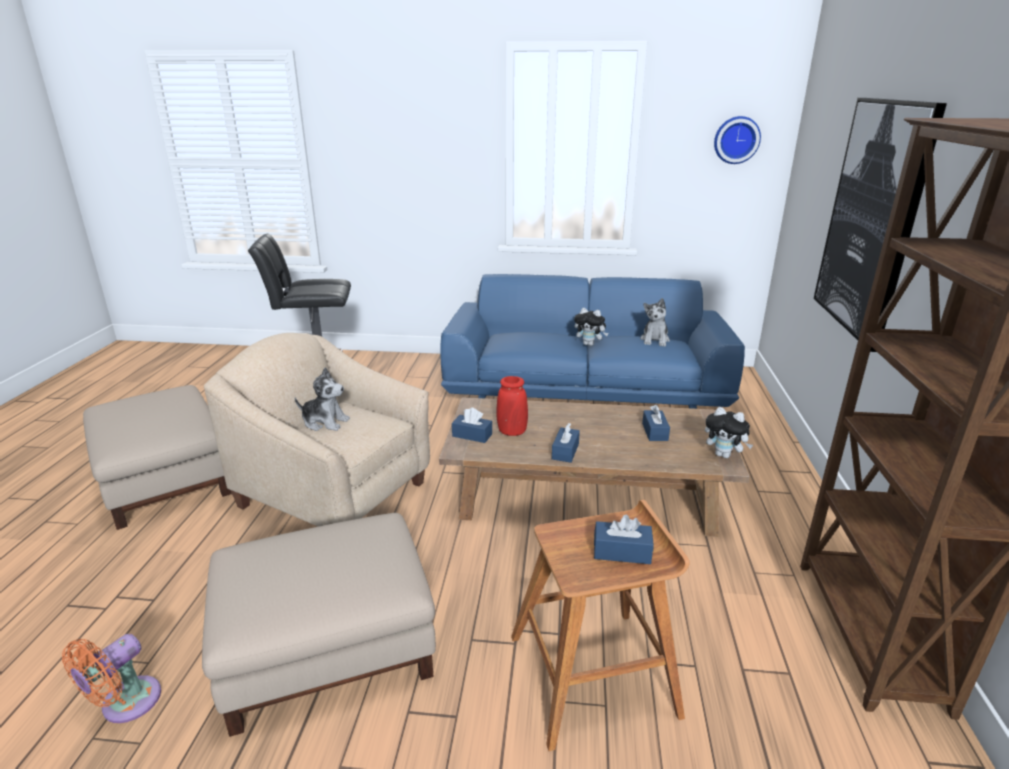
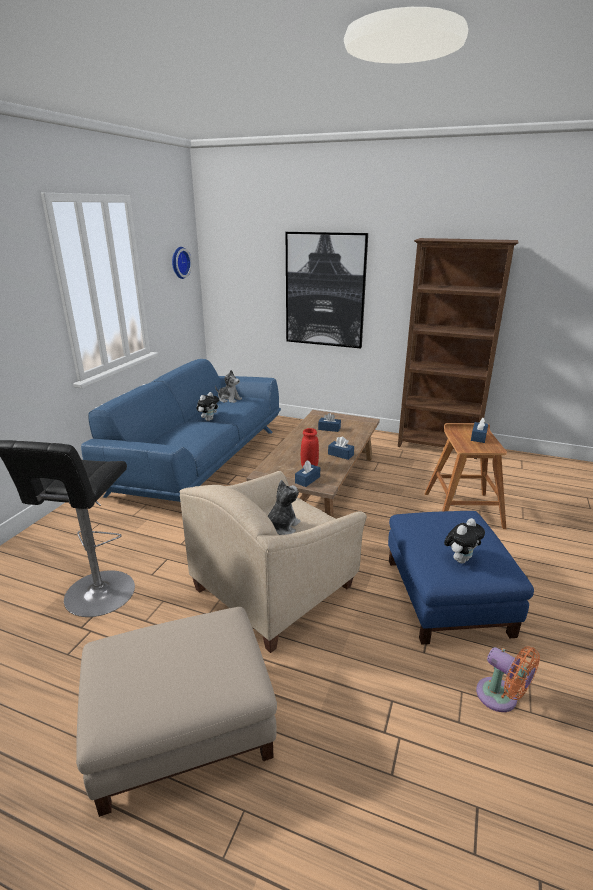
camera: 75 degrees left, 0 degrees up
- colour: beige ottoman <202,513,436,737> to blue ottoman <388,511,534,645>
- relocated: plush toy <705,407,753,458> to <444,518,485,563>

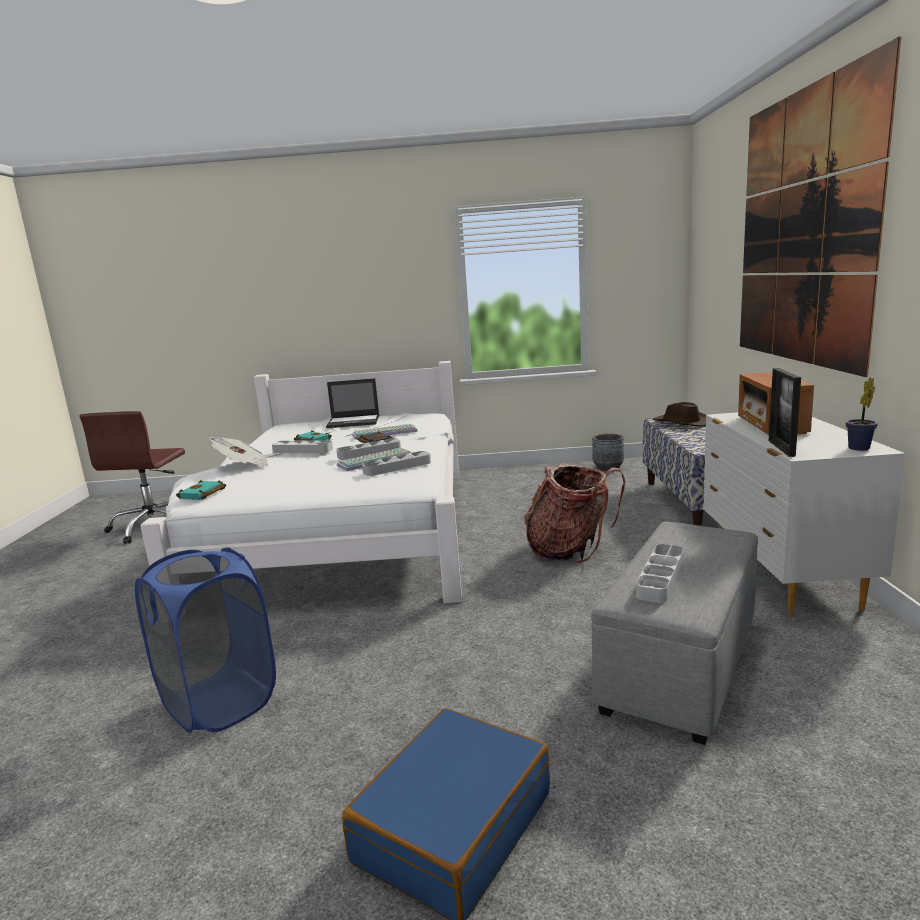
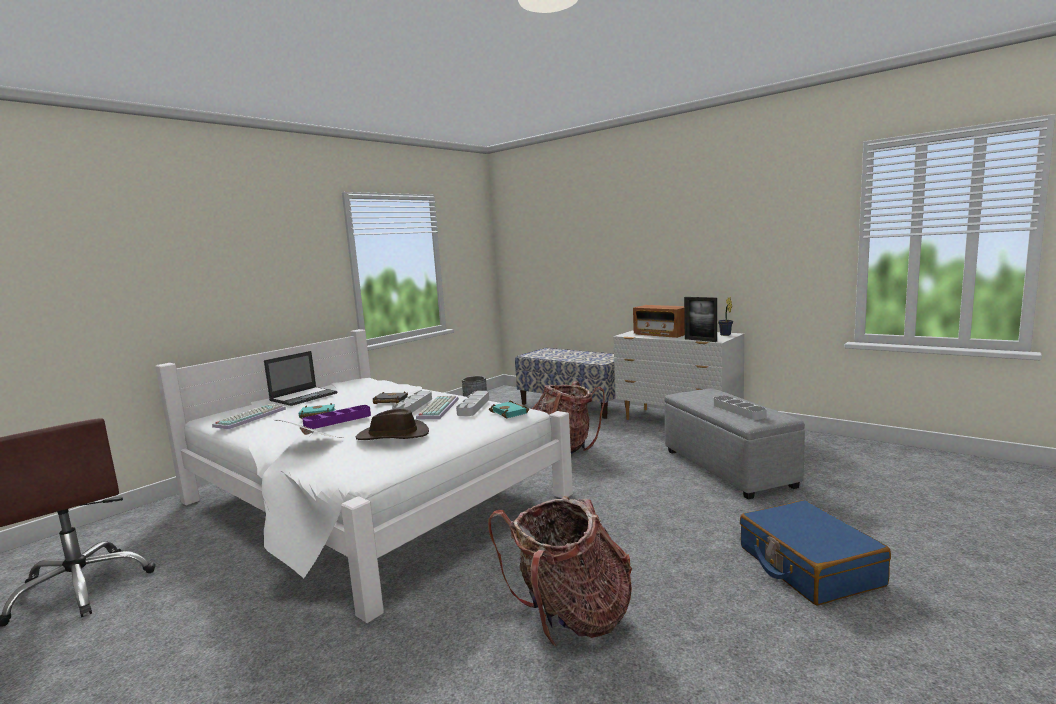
camera: 50 degrees left, 5 degrees down
- exchanged: blue laundry basket <135,547,276,733> to backpack <488,496,632,646>
- relocated: turquoise book <176,480,226,500> to <489,400,529,418>
- colour: grey tray <272,440,333,453> to purple tray <302,405,371,429>
- relocated: keyboard <353,424,418,440> to <212,404,286,429>
- relocated: brown hat <653,402,706,426> to <355,409,429,440>
- missing: picture <740,37,901,377>

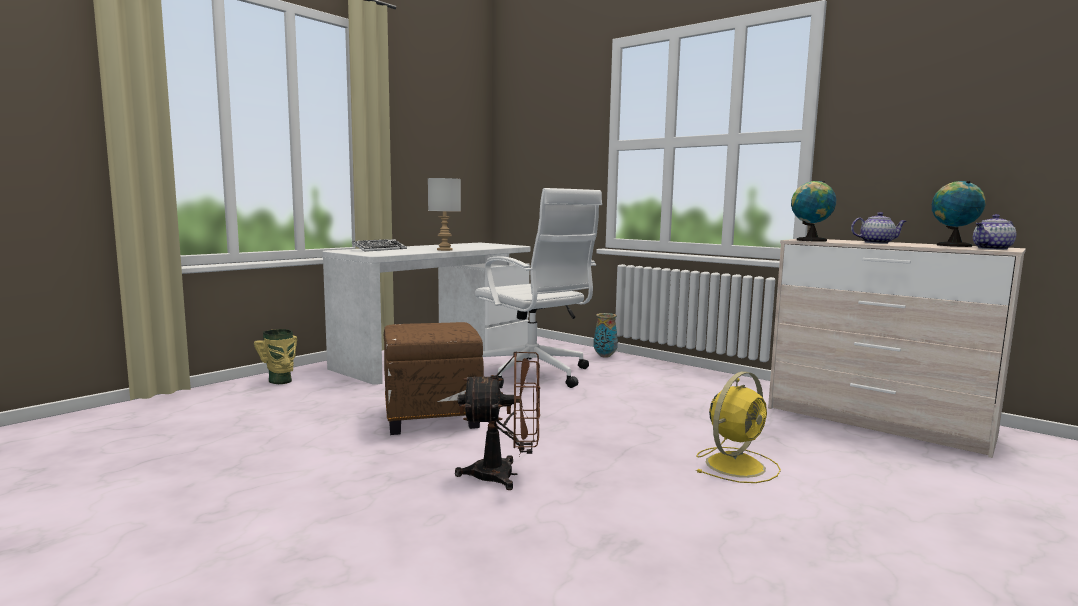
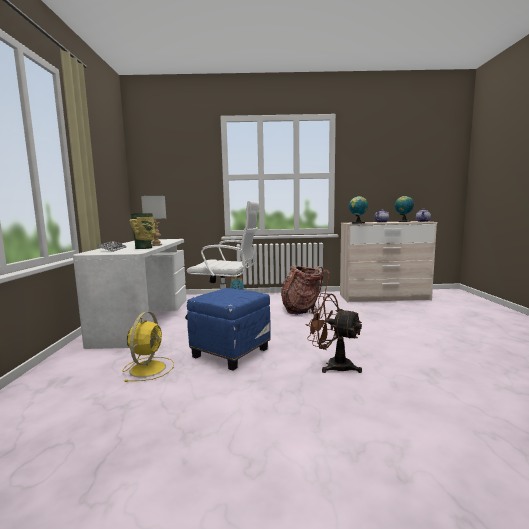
camera: 40 degrees left, 0 degrees up
- relocated: vase <254,329,297,384> to <130,213,156,249>
- colour: brown ottoman <384,322,484,435> to blue ottoman <187,288,271,370>
- spun: brown fan <455,352,540,490> = <306,293,362,373> 105 degrees counterclockwise
- relocated: yellow fan <696,371,781,483> to <123,312,174,382>
- appeared: backpack <281,265,330,315>

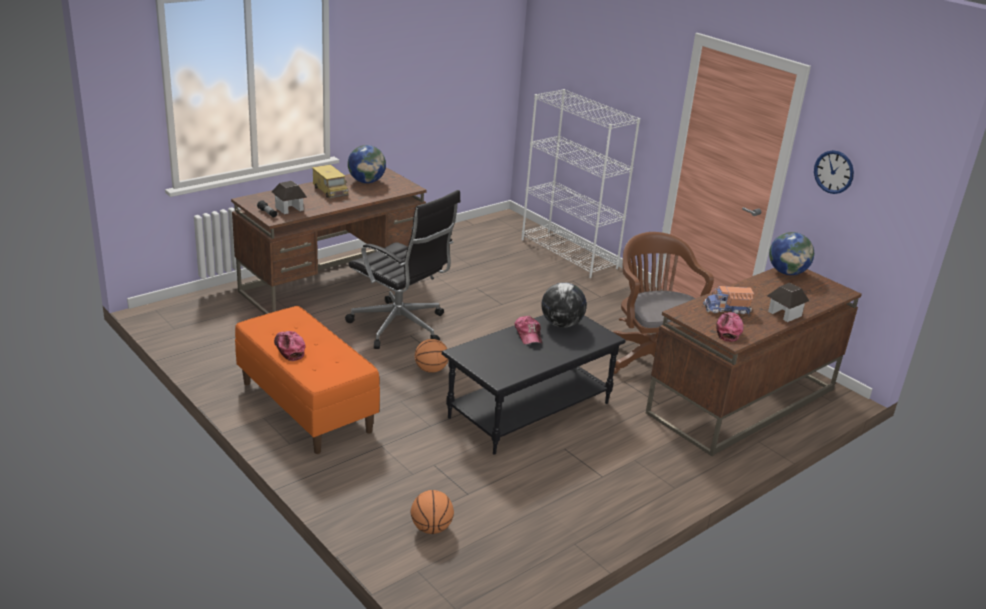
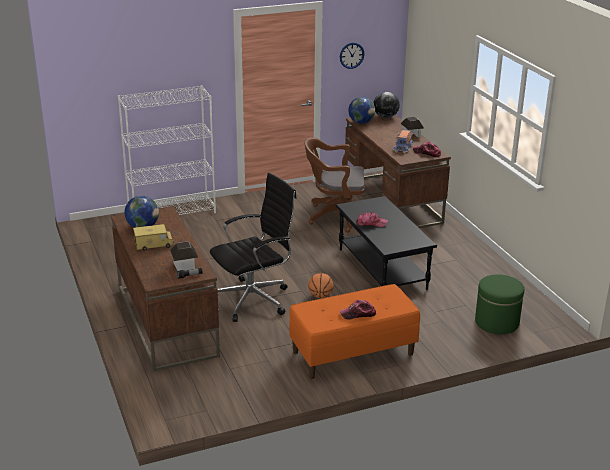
camera: 70 degrees left, 0 degrees up
- exchanged: basketball <411,490,454,534> to green ottoman <475,274,524,334>
- relocated: globe <542,282,587,327> to <373,92,400,118>

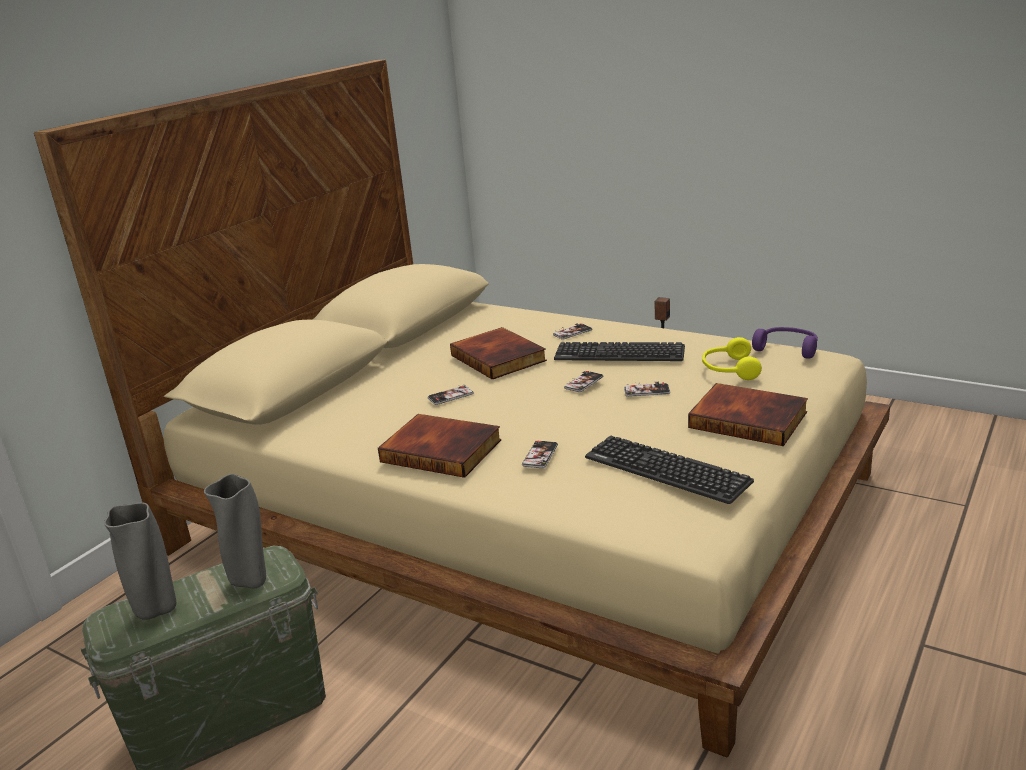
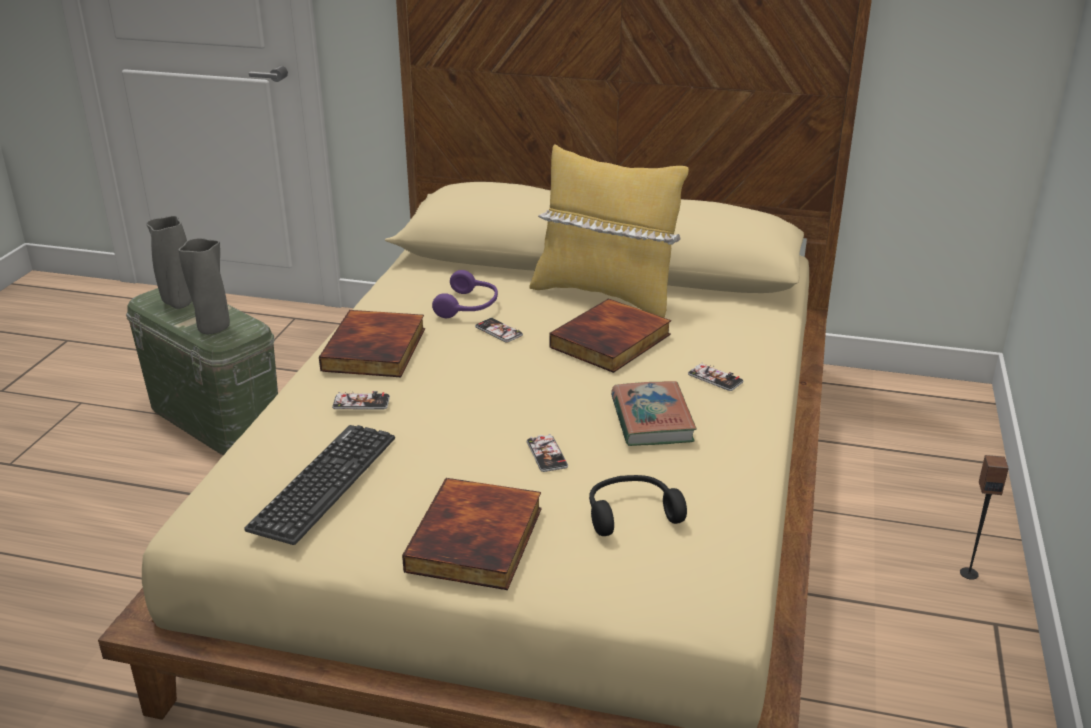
camera: 70 degrees right, 5 degrees up
- exchanged: keyboard <554,342,685,361> to book <611,381,697,446>
- missing: phone <564,371,603,392>
- colour: yellow headphones <702,337,762,380> to black headphones <589,475,687,536>
- relocated: purple headphones <752,327,818,359> to <432,270,498,318>
- appeared: yellow pillow <530,144,689,318>

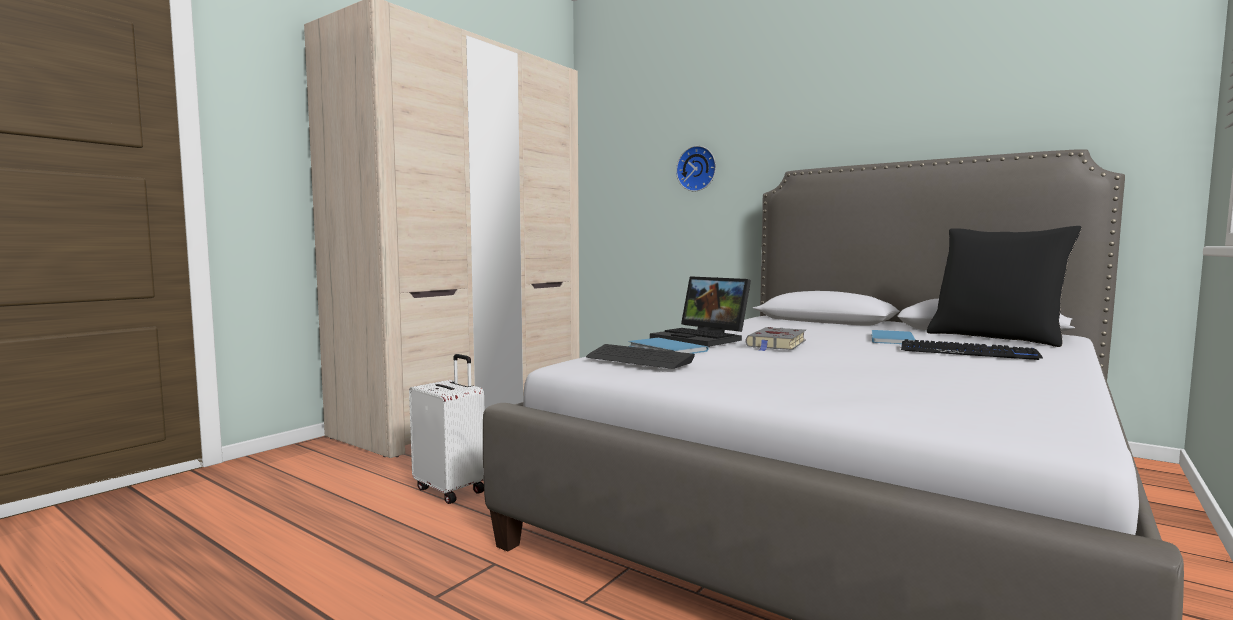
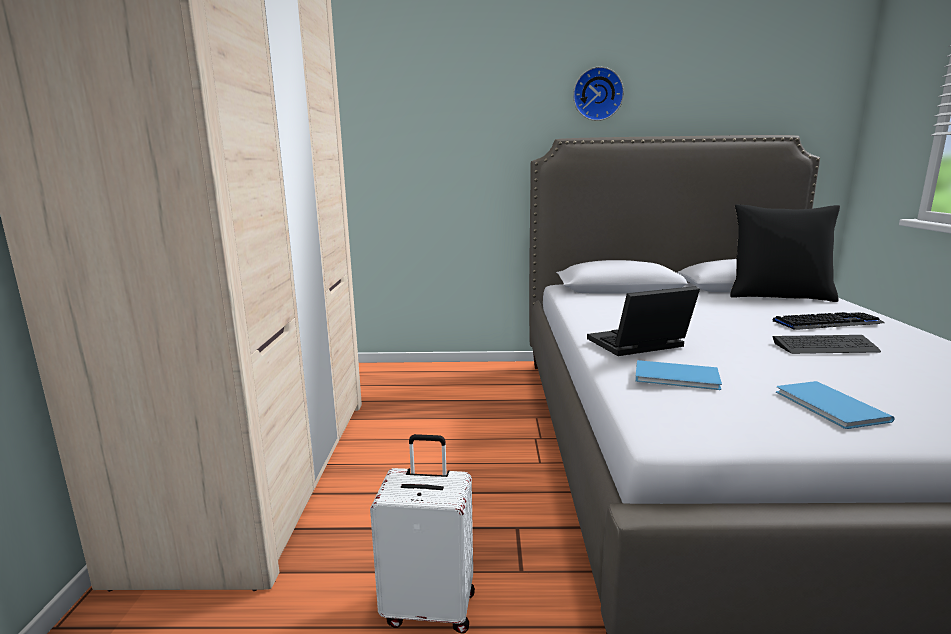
camera: 35 degrees left, 10 degrees up
- relocated: keyboard <586,344,695,369> to <772,335,881,354>
- spun: laptop <650,276,751,347> = <587,286,700,356> 150 degrees clockwise
- relocated: wall clock <676,146,716,192> to <573,67,624,121>
- missing: grey book <746,327,806,351>
- relocated: blue book <871,330,915,344> to <776,381,895,429>

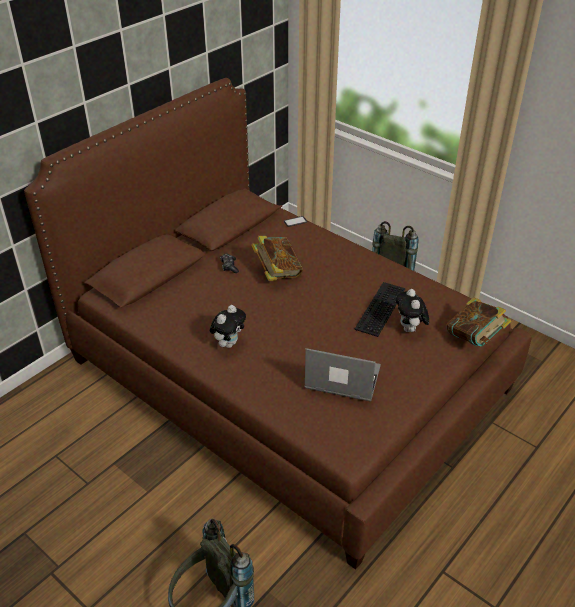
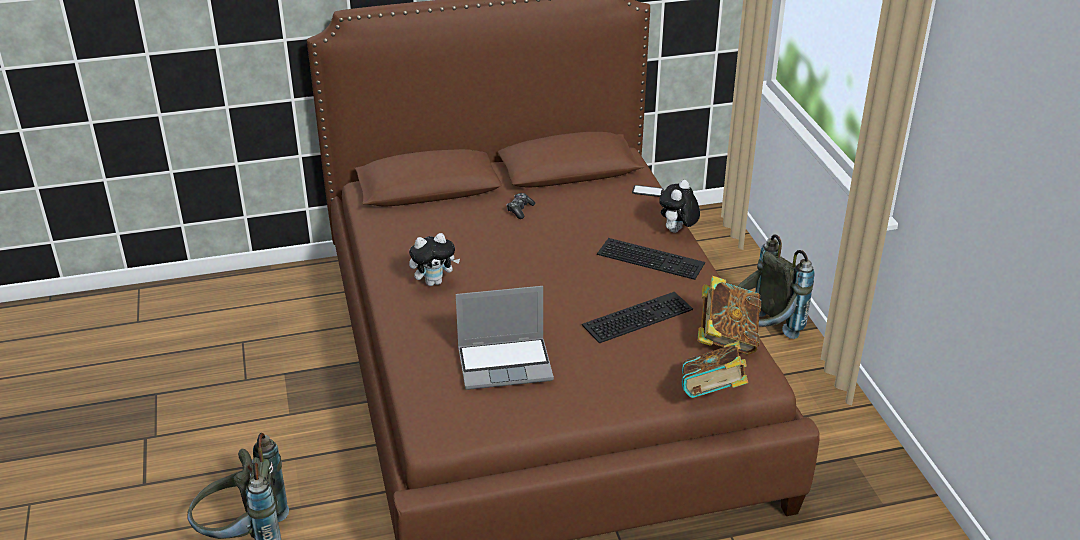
camera: 35 degrees right, 5 degrees down
- relocated: book <251,236,303,281> to <698,276,761,355>
- spun: laptop <304,348,381,401> = <456,286,554,390> 120 degrees clockwise
- relocated: plush toy <396,289,429,332> to <659,180,700,233>
- appeared: keyboard <597,238,705,280>

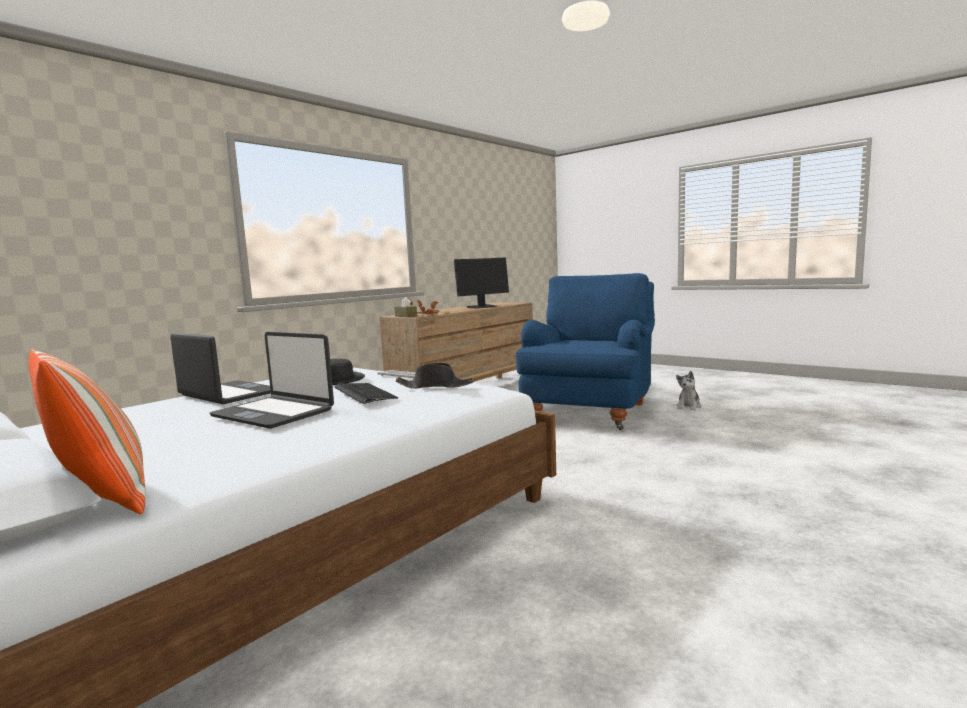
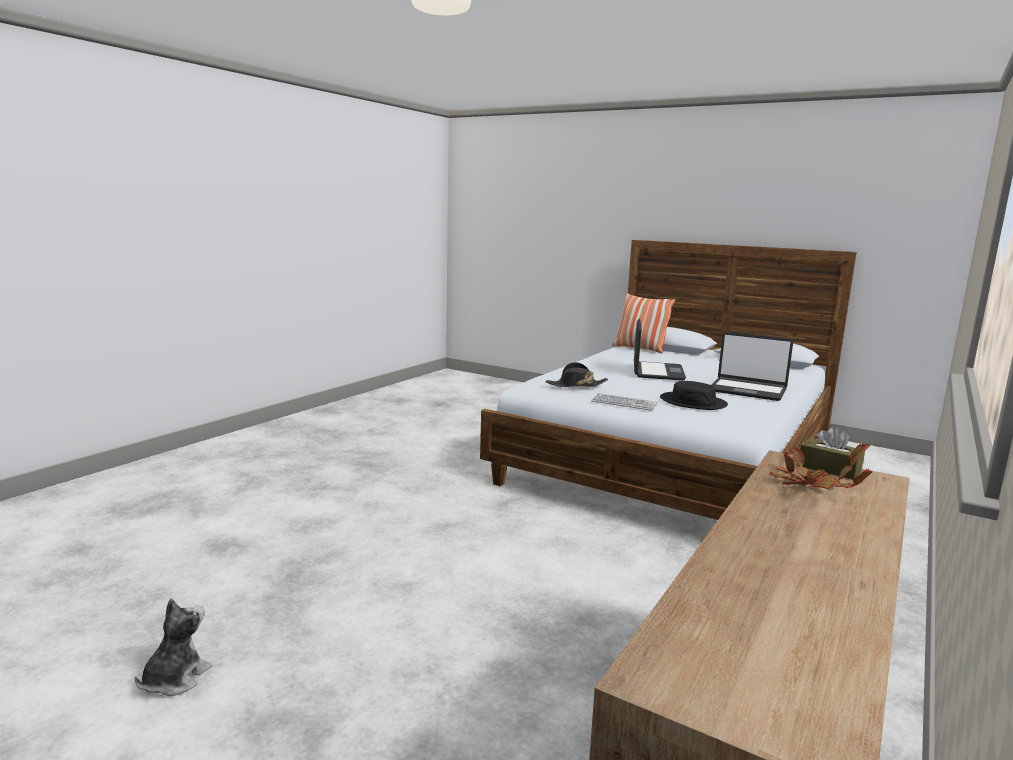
camera: 170 degrees right, 5 degrees up
- spun: laptop <210,332,334,429> = <634,319,686,381> 75 degrees clockwise
- missing: keyboard <335,383,399,404>
- missing: monitor <454,257,509,309>
- missing: blue armchair <516,273,655,430>

